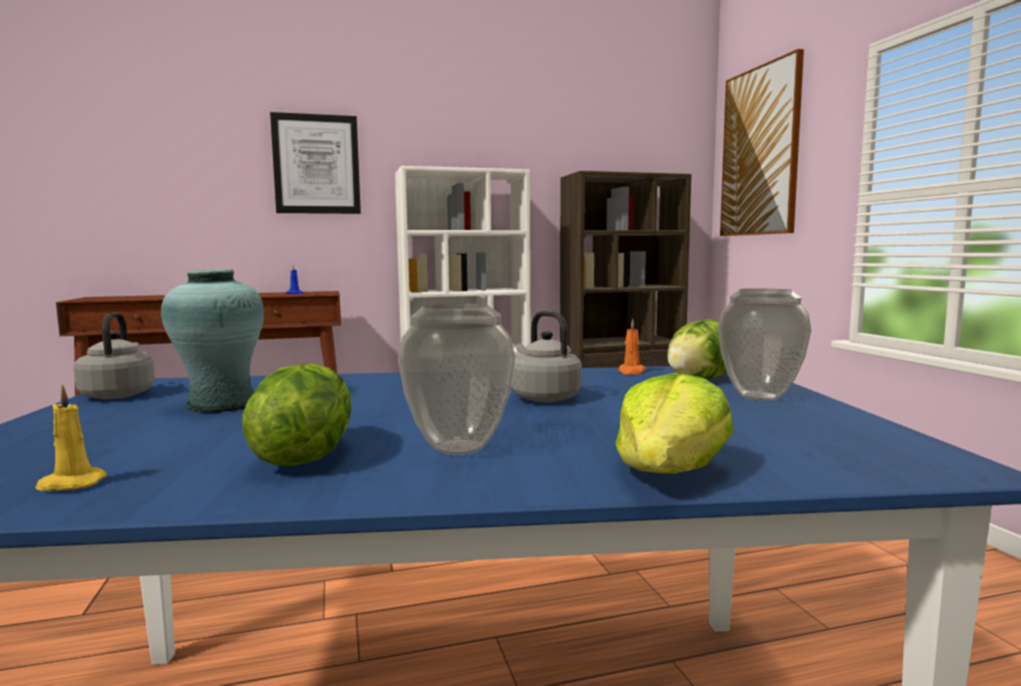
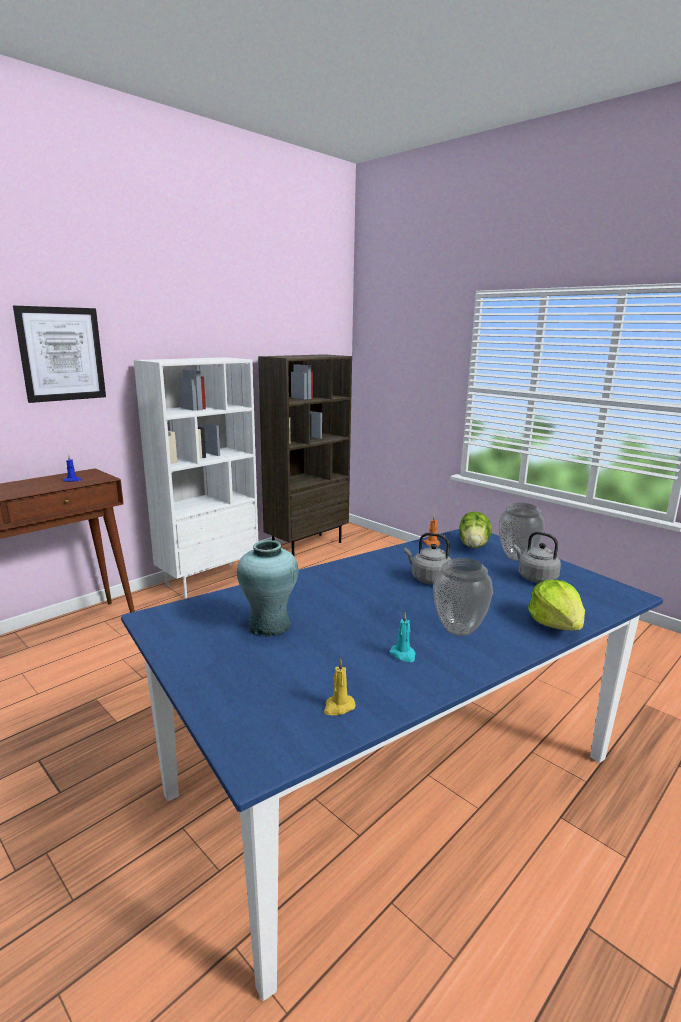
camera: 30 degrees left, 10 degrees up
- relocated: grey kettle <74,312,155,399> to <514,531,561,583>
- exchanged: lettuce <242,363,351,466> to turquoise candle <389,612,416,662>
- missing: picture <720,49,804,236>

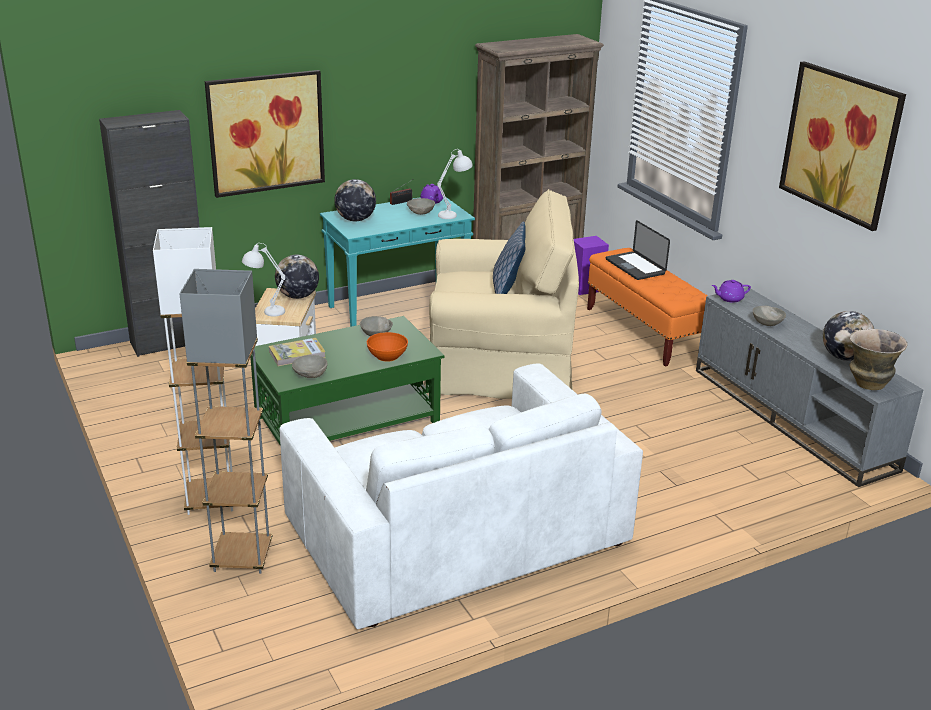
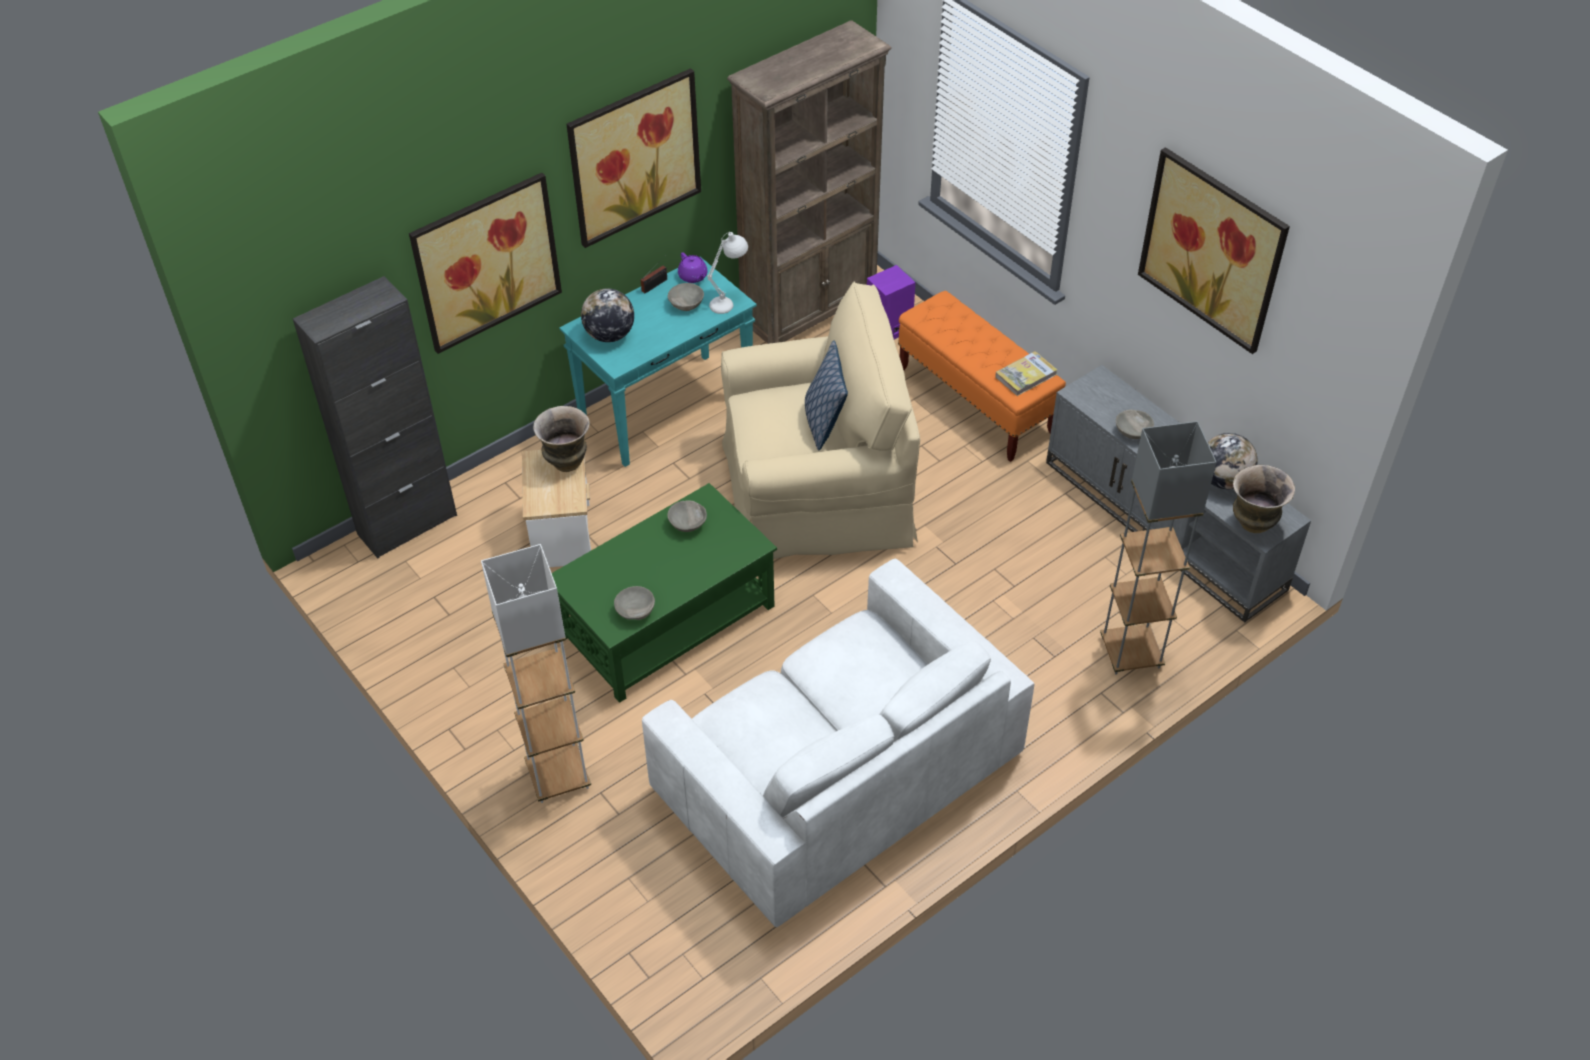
camera: 10 degrees left, 20 degrees up
- relocated: grey floor lamp <179,269,272,574> to <1100,421,1216,675>
- missing: white table lamp <242,243,285,317>
- relocated: book <269,338,326,366> to <995,351,1057,396>
- exchanged: globe <275,255,319,299> to vase <533,406,590,472>
- missing: orange bowl <367,332,408,362>
- missing: laptop <606,220,670,280>
- missing: purple teapot <712,280,751,303>
- appeared: picture <566,68,701,248>

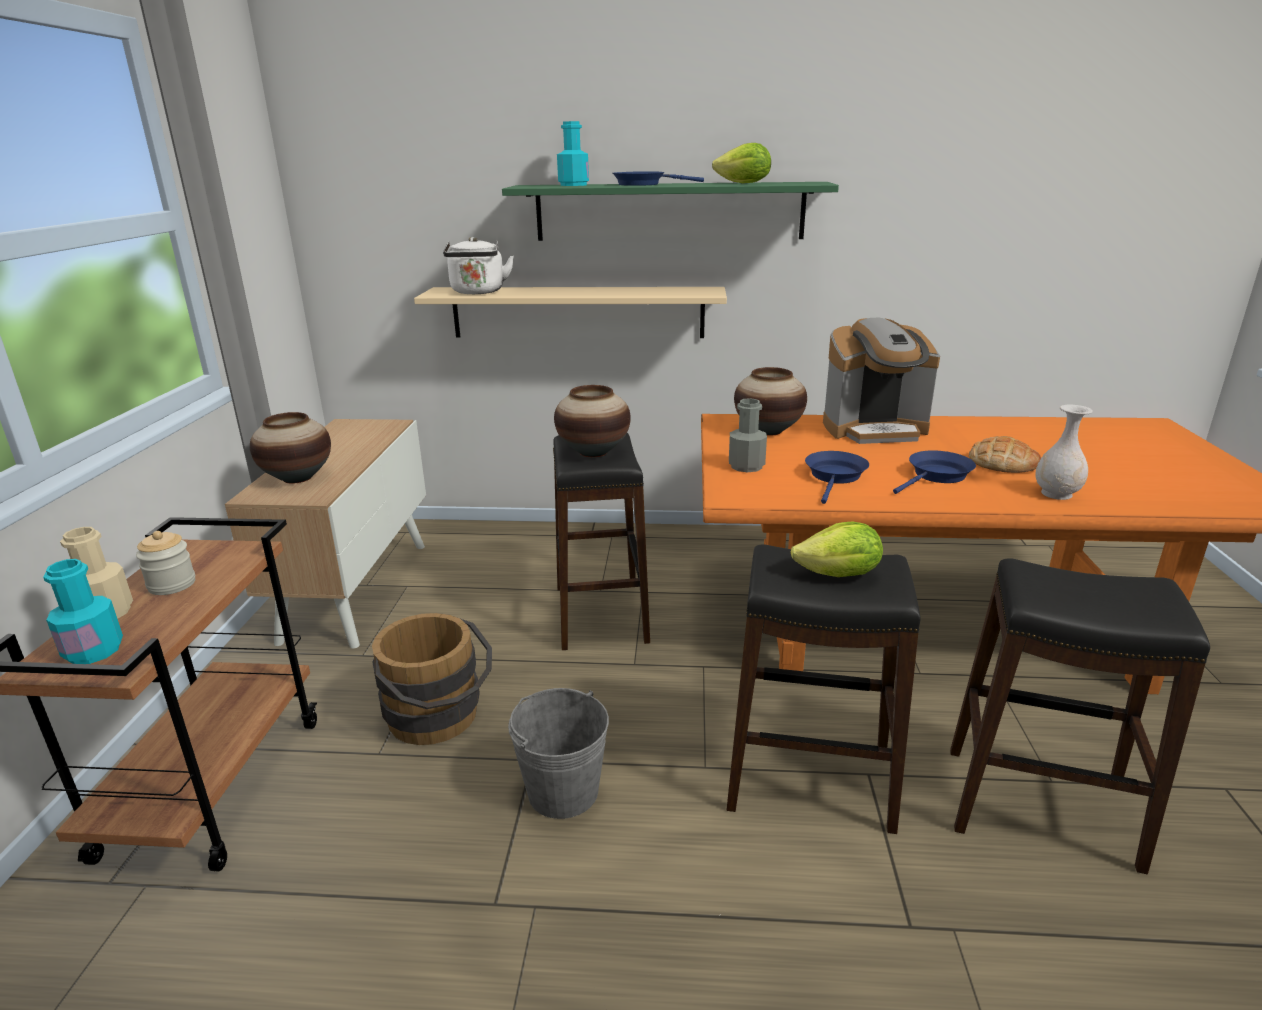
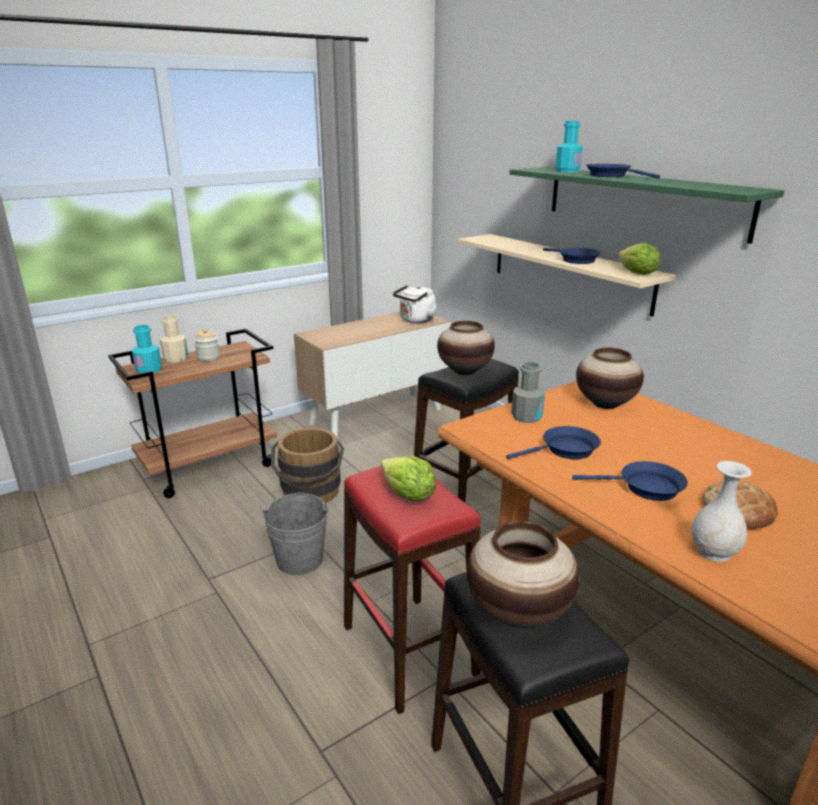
camera: 50 degrees right, 0 degrees up
- relocated: vase <250,412,331,484> to <467,521,579,628>
- relocated: white kettle <443,237,514,294> to <393,285,437,323>
- relocated: lettuce <712,143,771,183> to <618,243,660,275>
- colour: black stool <727,544,921,834> to red stool <344,466,481,714>
- missing: coffee machine <823,318,940,444>
- appeared: blue frying pan <543,248,601,264>

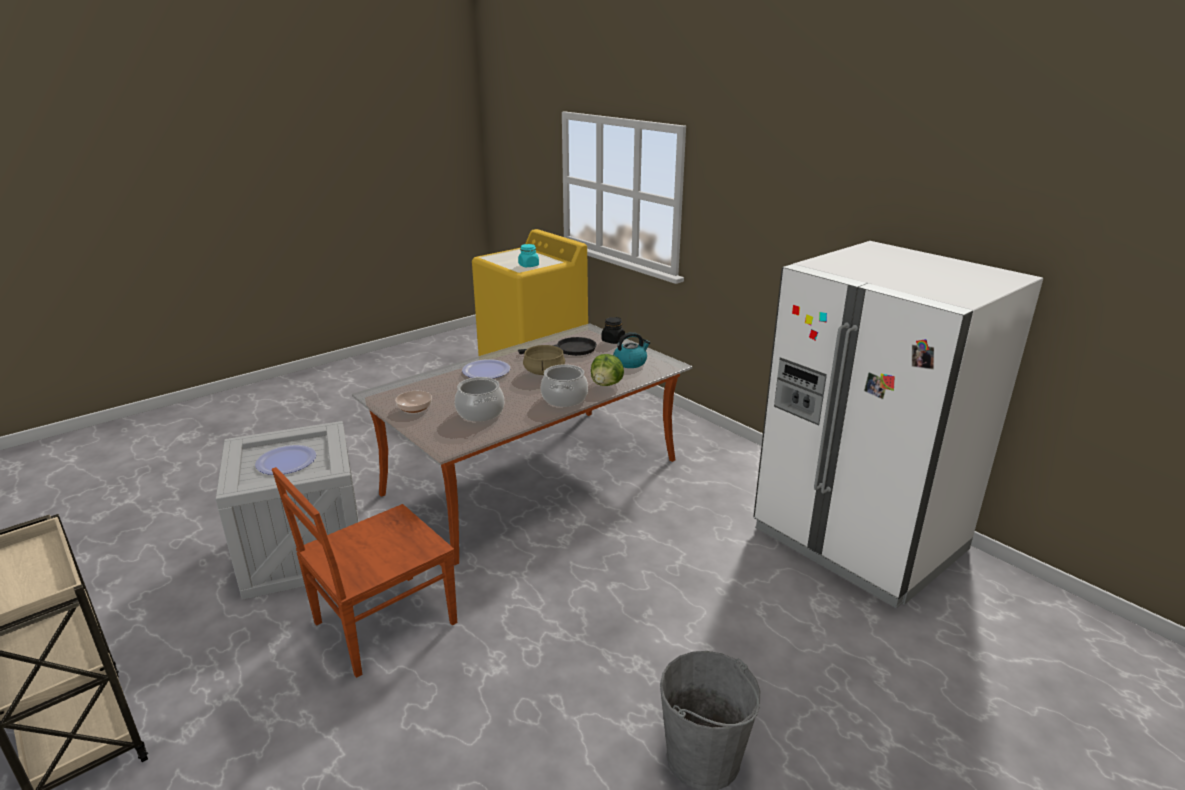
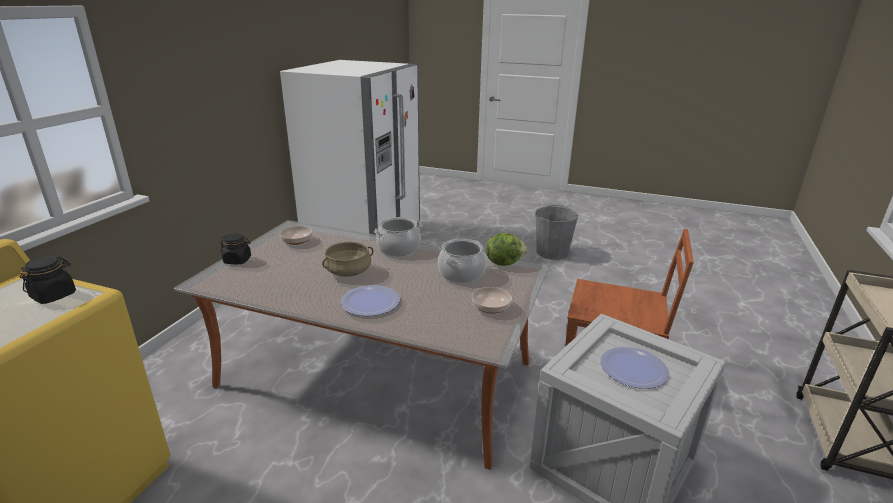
camera: 120 degrees left, 0 degrees up
- colour: turquoise jar <518,244,539,267> to black jar <20,256,76,304>
- missing: black frying pan <518,337,597,356>
- relocated: lettuce <591,354,624,386> to <486,233,527,266>
- exchanged: kettle <613,332,650,368> to bowl <280,226,313,245>

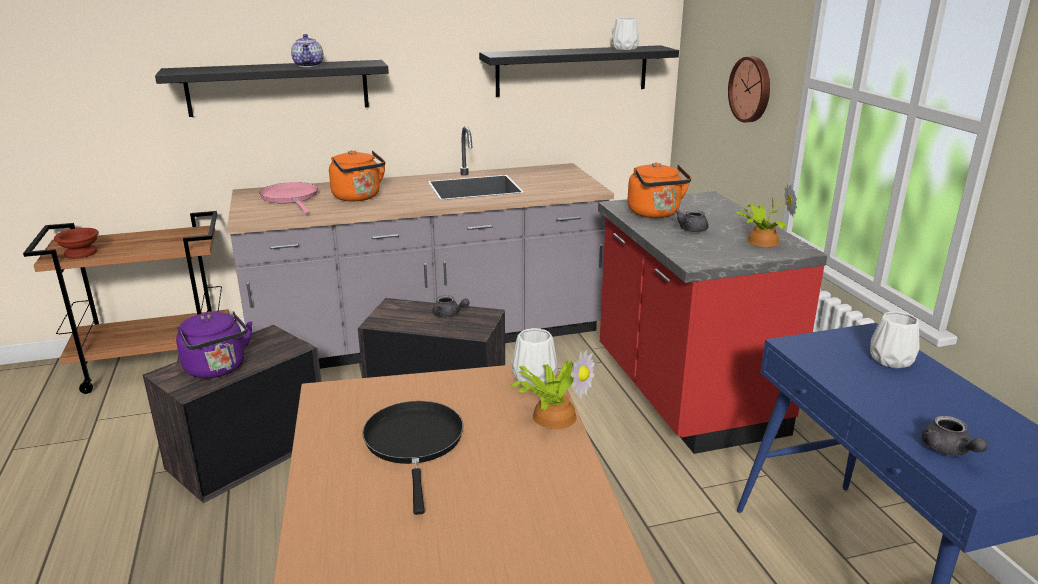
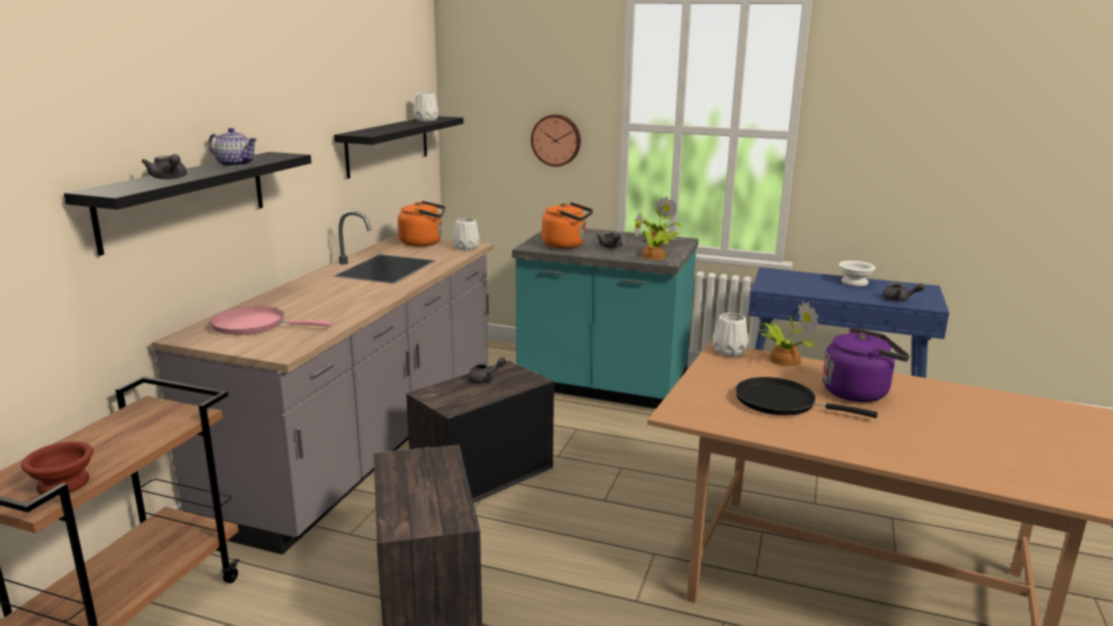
camera: 55 degrees left, 5 degrees down
- relocated: purple kettle <176,311,252,378> to <822,327,910,402>
- relocated: orange kettle <329,150,386,201> to <398,201,446,247>
- colour: red counter <598,191,827,454> to turquoise counter <512,228,698,409>
- relocated: white vase <870,311,919,369> to <453,218,480,250>
- appeared: grey teapot <141,154,187,179>
- appeared: potted plant <635,212,679,260>
- appeared: white bowl <839,261,876,286>

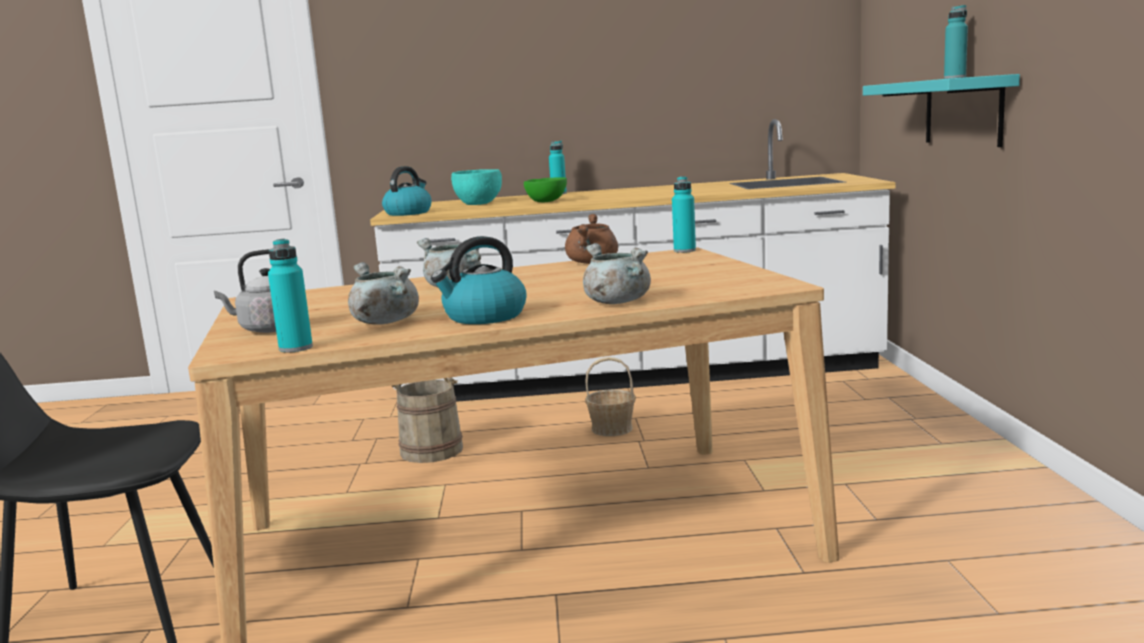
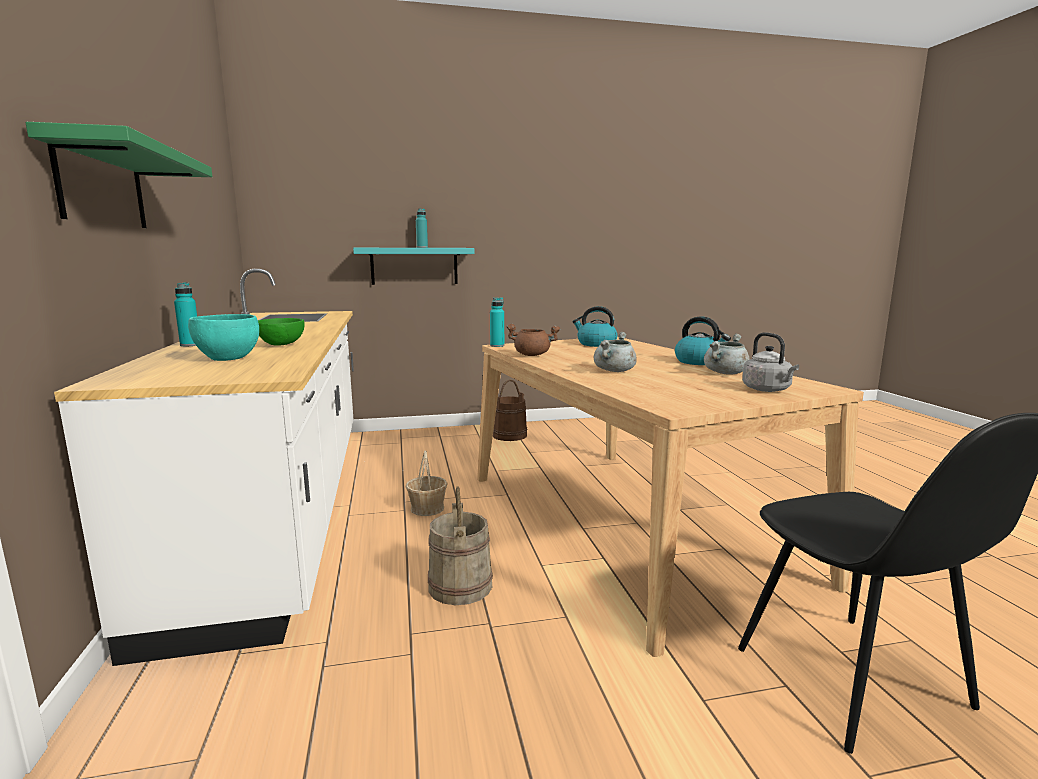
camera: 100 degrees left, 0 degrees up
- missing: turquoise bottle <268,239,313,353>
- relocated: kettle <382,166,431,216> to <572,306,618,347>
- missing: grey cooking pot <583,243,651,304>
- appeared: green shelf <25,122,212,228>
- appeared: brown bucket <493,379,527,441>

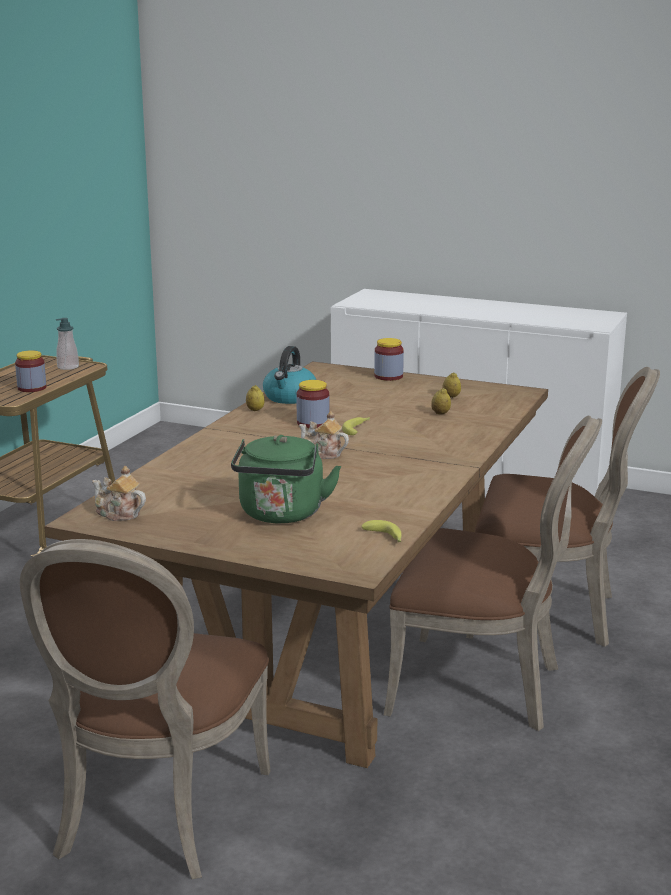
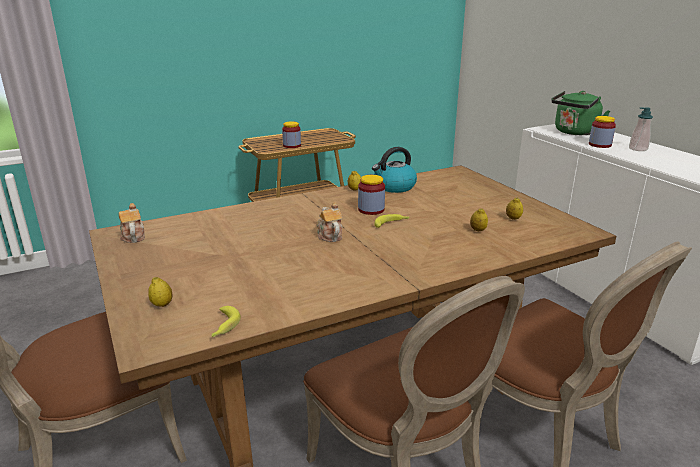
camera: 40 degrees right, 5 degrees up
- relocated: soap dispenser <56,318,79,370> to <629,107,653,151>
- relocated: green kettle <231,435,341,523> to <551,91,610,135>
- relocated: jar <374,338,404,381> to <589,116,616,148>
- appeared: lemon <148,277,173,307>

